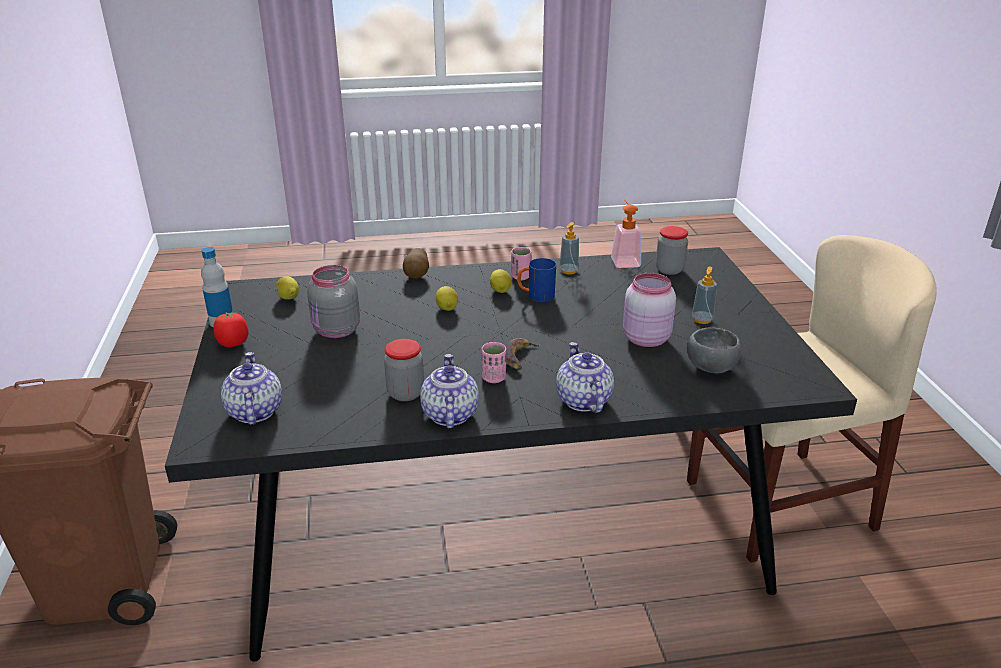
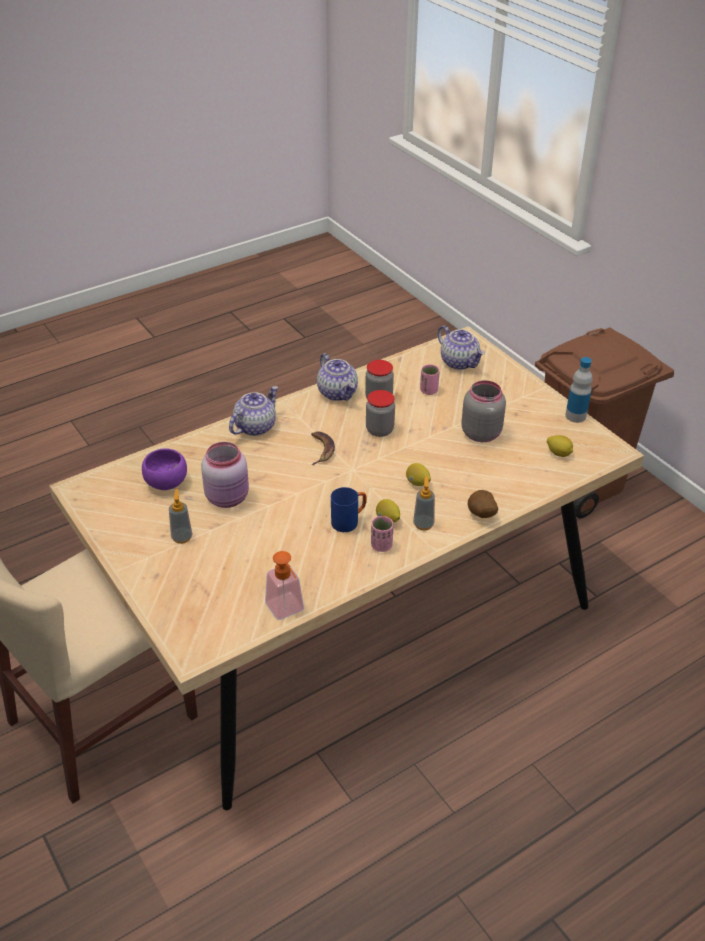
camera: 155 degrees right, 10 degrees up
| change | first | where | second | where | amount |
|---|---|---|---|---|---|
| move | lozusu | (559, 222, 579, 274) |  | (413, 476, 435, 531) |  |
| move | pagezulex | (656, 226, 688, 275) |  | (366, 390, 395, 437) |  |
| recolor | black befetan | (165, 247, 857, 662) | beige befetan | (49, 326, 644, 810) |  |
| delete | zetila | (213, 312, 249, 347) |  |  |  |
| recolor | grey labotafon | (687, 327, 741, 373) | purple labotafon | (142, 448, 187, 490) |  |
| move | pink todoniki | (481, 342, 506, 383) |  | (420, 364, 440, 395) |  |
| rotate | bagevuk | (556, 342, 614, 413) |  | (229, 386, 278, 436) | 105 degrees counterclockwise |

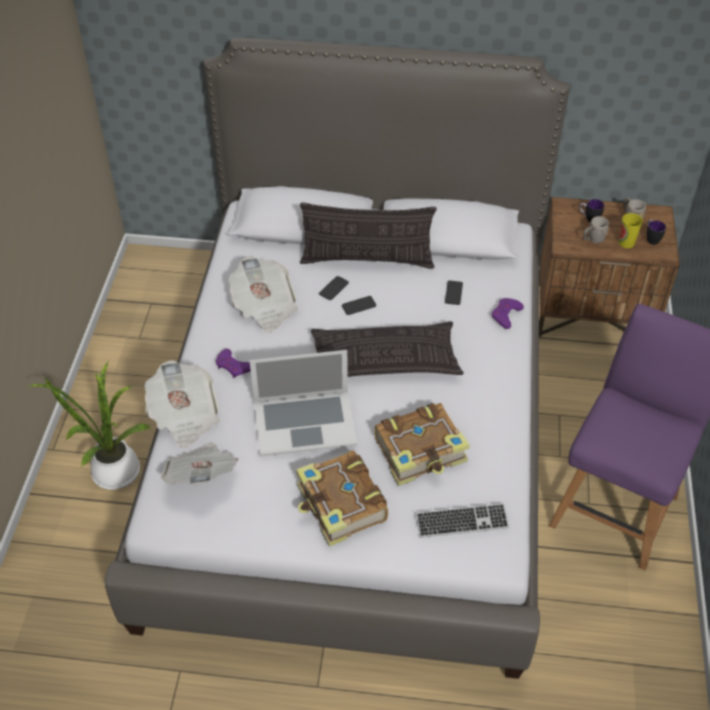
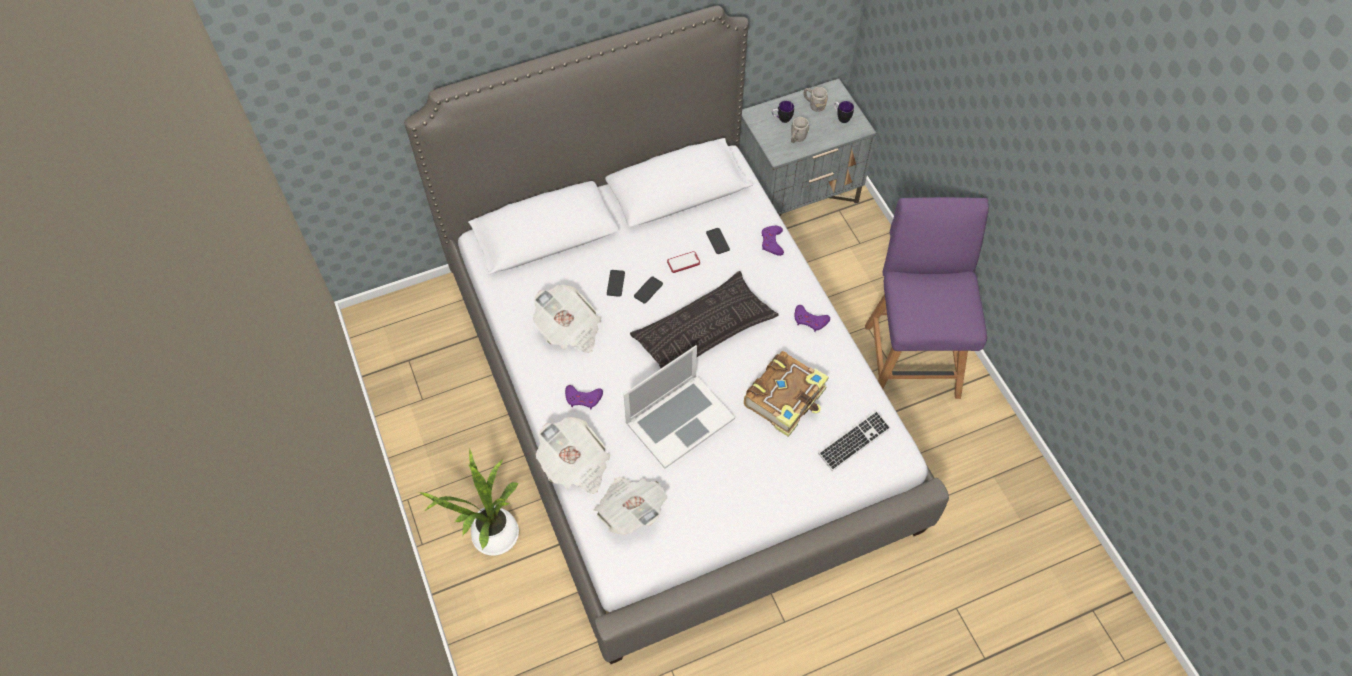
camera: 30 degrees left, 10 degrees up
| change | first | where | second | where | amount |
|---|---|---|---|---|---|
| recolor | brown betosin | (539, 197, 680, 337) | grey betosin | (739, 79, 876, 216) |  |
| delete | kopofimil | (300, 202, 437, 269) |  |  |  |
| delete | todoniki | (619, 213, 643, 248) |  |  |  |
| delete | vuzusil | (296, 451, 388, 547) |  |  |  |
| insert |  |  | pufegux | (667, 251, 700, 273) |  |
| insert |  |  | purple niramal | (795, 305, 830, 332) |  |

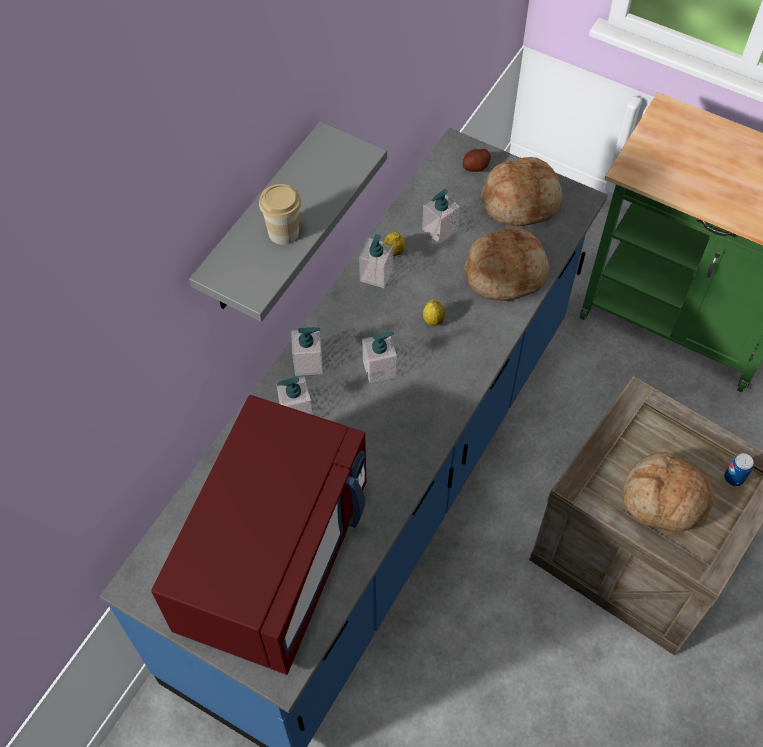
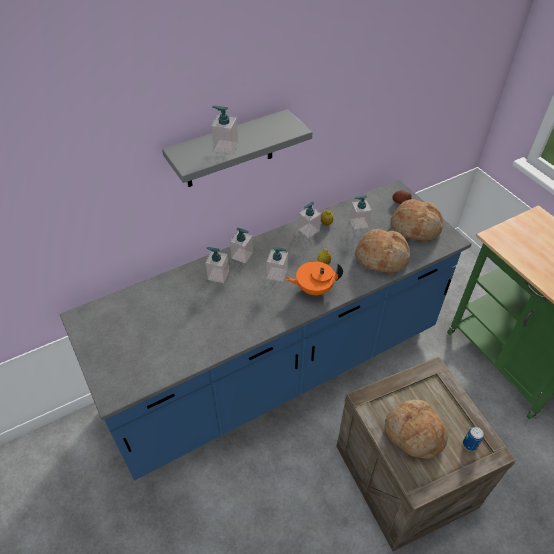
camera: 30 degrees right, 10 degrees down
| change | first | where | second | where | amount |
|---|---|---|---|---|---|
| replace | todoniki | (259, 184, 301, 245) | lozusu | (211, 106, 239, 154) |  |
| delete | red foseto | (151, 395, 366, 675) |  |  |  |
| insert |  |  | orange bagevuk | (285, 261, 343, 296) |  |

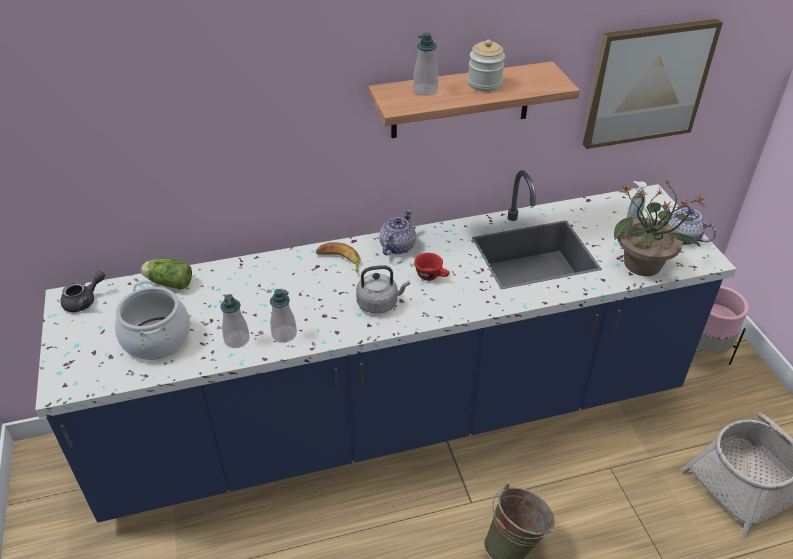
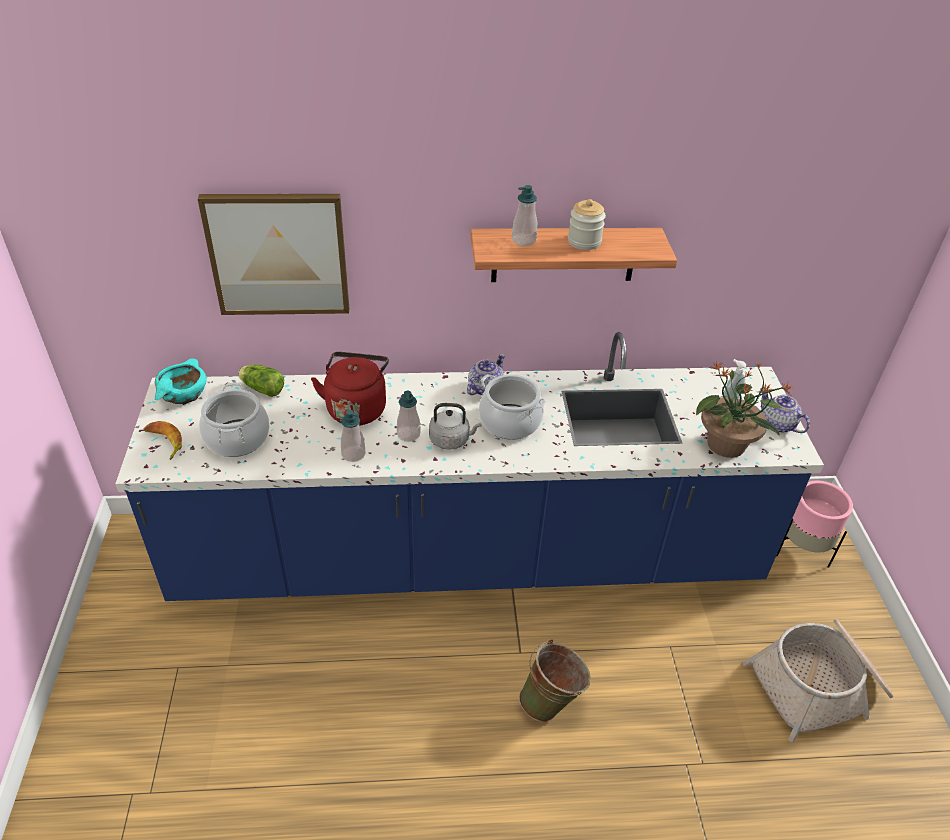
camera: 10 degrees right, 0 degrees up
| change | first | where | second | where | amount |
|---|---|---|---|---|---|
| move | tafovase | (583, 19, 723, 149) |  | (198, 194, 349, 315) |  |
| move | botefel | (315, 242, 361, 274) |  | (144, 421, 182, 460) |  |
| replace | red todoniki | (414, 253, 450, 281) | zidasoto | (479, 374, 546, 440) |  |
| replace | grey bagevuk | (61, 271, 105, 312) | turquoise labotafon | (155, 358, 207, 405) |  |
| move | lozusu | (220, 294, 250, 348) |  | (397, 390, 421, 442) |  |
| insert |  |  | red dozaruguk | (311, 352, 389, 426) |  |

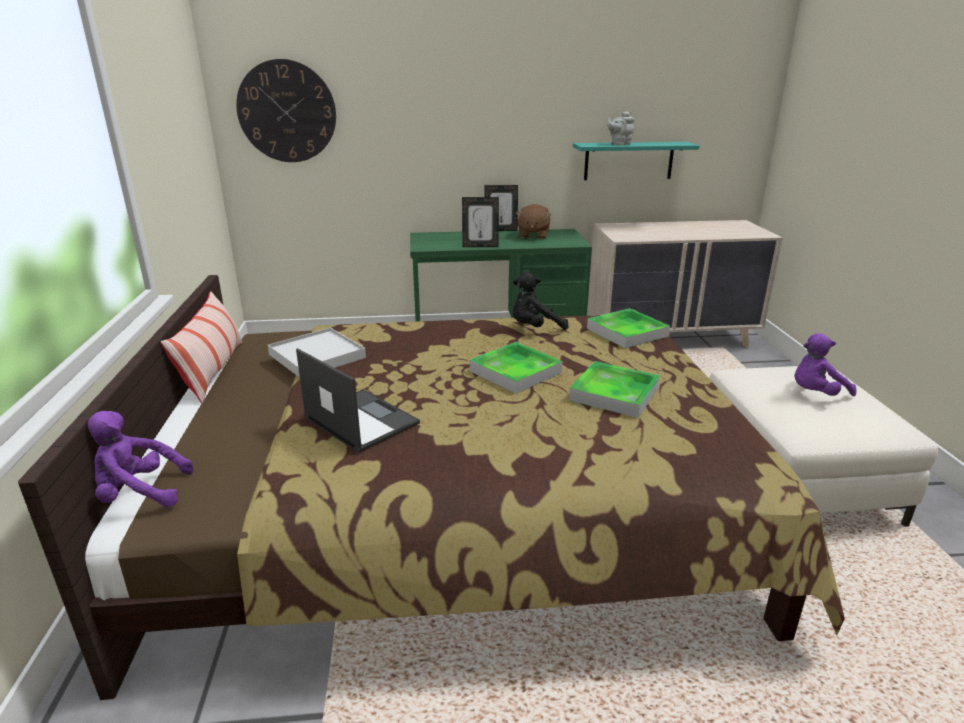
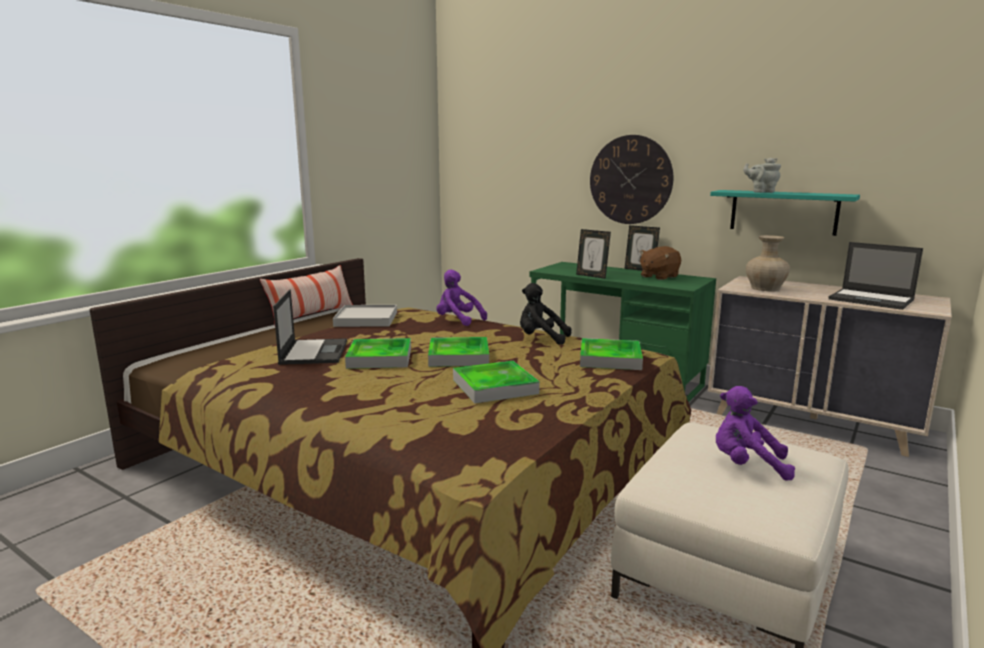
camera: 40 degrees right, 10 degrees down
| change | first | where | second | where | amount |
|---|---|---|---|---|---|
| move | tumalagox | (236, 59, 336, 162) |  | (590, 135, 673, 224) |  |
| move | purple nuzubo | (88, 411, 193, 507) |  | (436, 269, 487, 326) |  |
| insert |  |  | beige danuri | (746, 235, 790, 291) |  |
| insert |  |  | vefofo | (828, 242, 923, 310) |  |
| insert |  |  | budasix | (345, 338, 411, 369) |  |

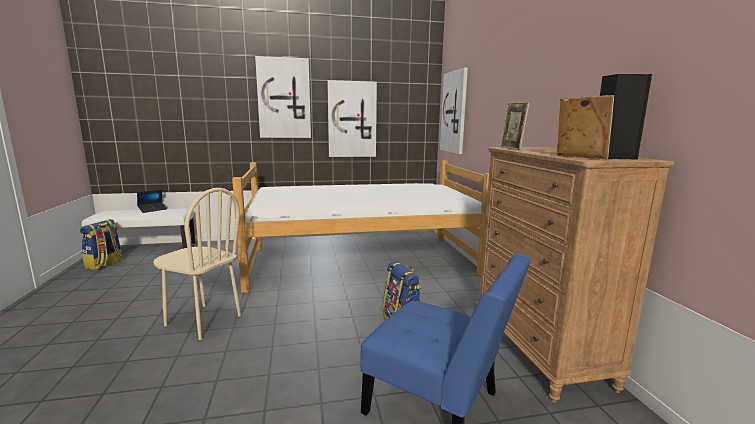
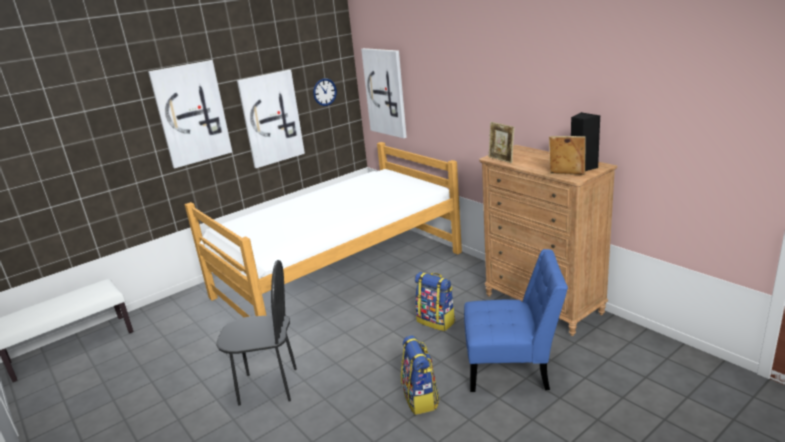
camera: 25 degrees left, 10 degrees up
| change | first | where | second | where | amount |
|---|---|---|---|---|---|
| recolor | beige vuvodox | (153, 188, 241, 340) | black vuvodox | (216, 260, 297, 406) |  |
| delete | vefofo | (137, 190, 167, 213) |  |  |  |
| move | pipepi | (80, 219, 123, 270) |  | (401, 335, 440, 415) |  |
| insert |  |  | tumalagox | (313, 78, 337, 106) |  |

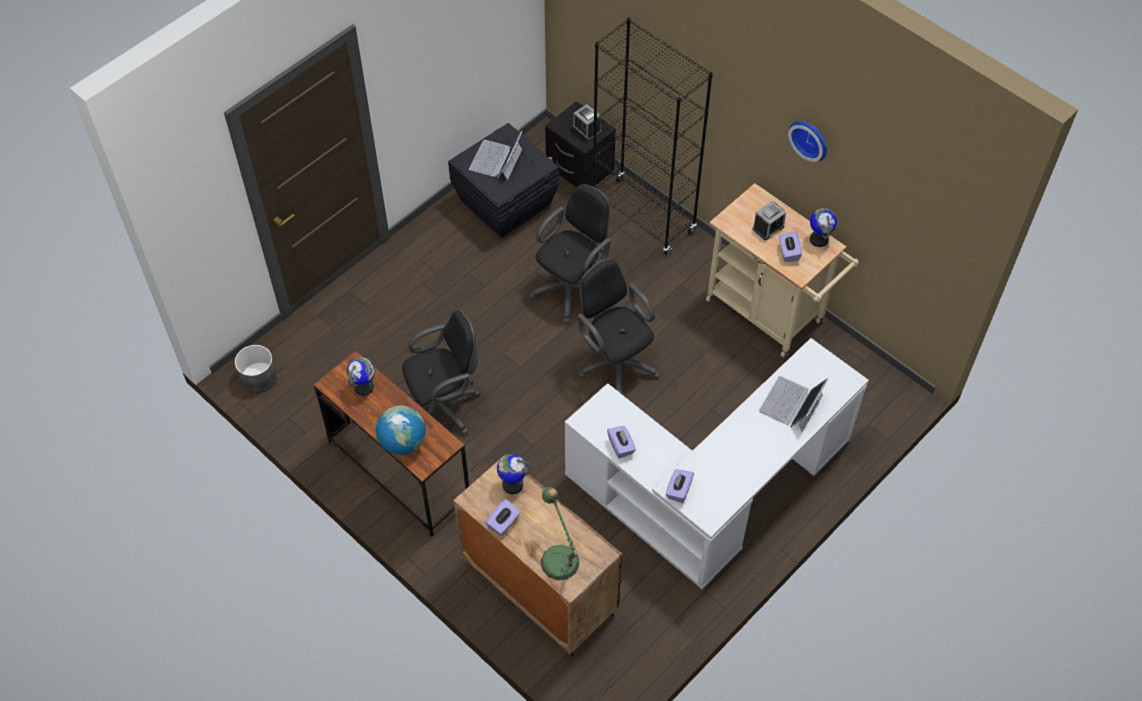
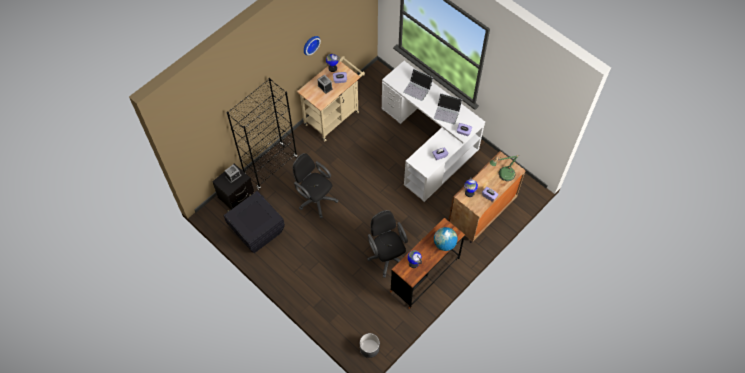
camera: 90 degrees left, 5 degrees up
| change | first | where | second | where | amount |
|---|---|---|---|---|---|
| move | vefofo | (469, 131, 522, 180) |  | (434, 93, 462, 124) |  |
| delete | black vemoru | (578, 259, 660, 394) |  |  |  |

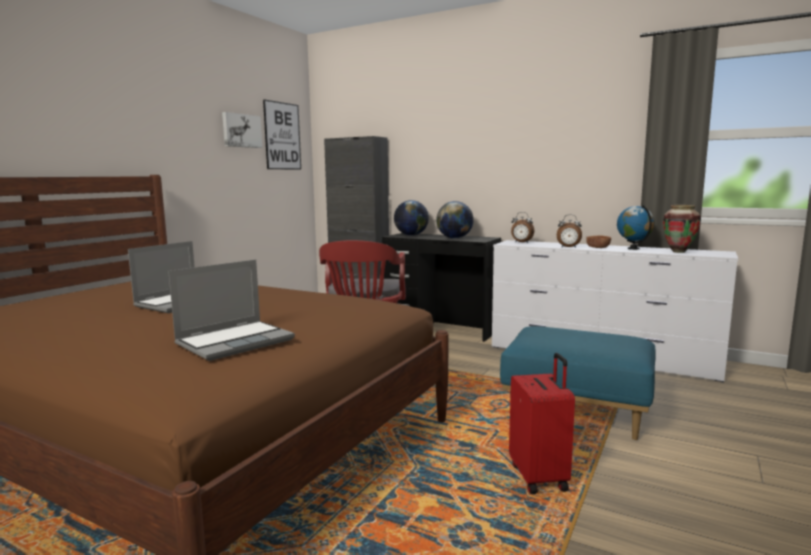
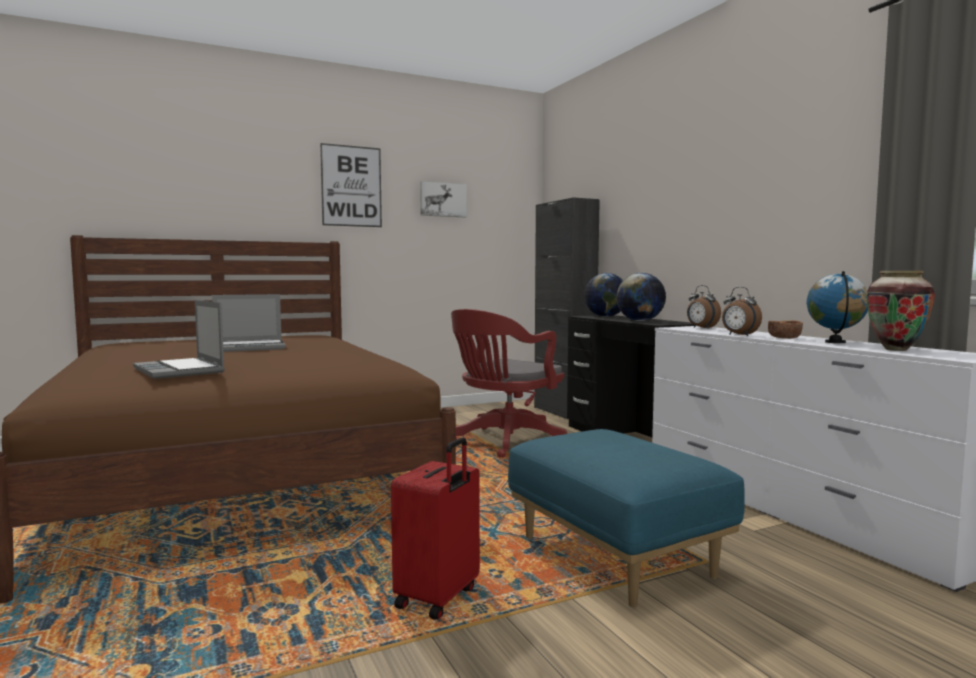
camera: 35 degrees right, 5 degrees down
| change | first | where | second | where | amount |
|---|---|---|---|---|---|
| move | tafovase | (263, 99, 301, 170) |  | (320, 143, 382, 227) |  |
| rotate | vefofo | (168, 260, 295, 361) |  | (133, 300, 225, 379) | 60 degrees clockwise |

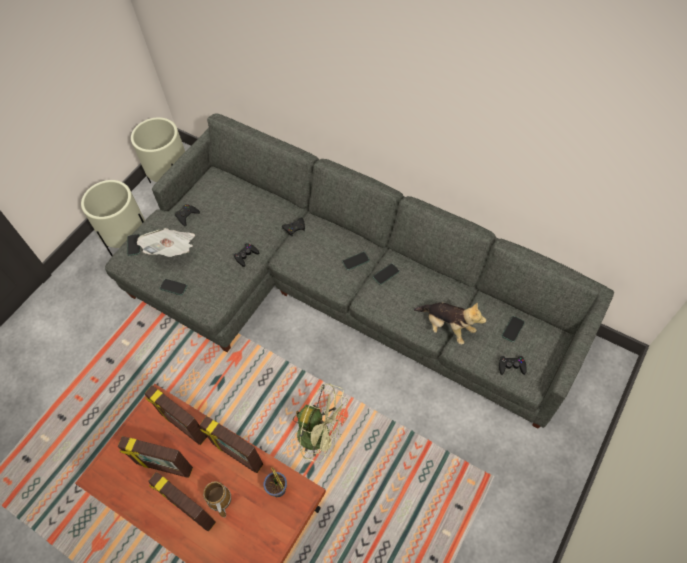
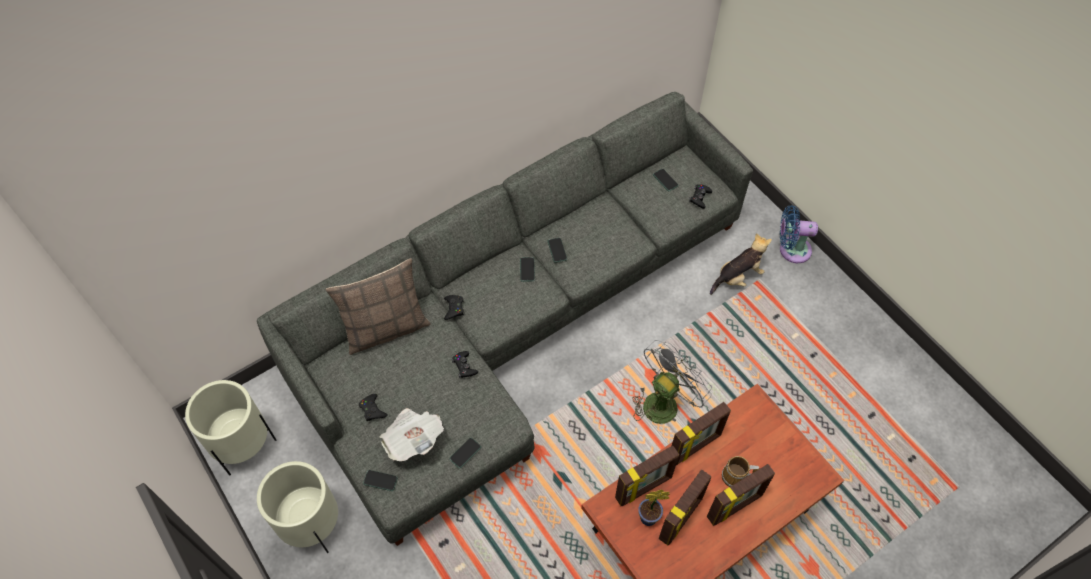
camera: 70 degrees left, 0 degrees up
| change | first | where | second | where | amount |
|---|---|---|---|---|---|
| move | nuzubo | (414, 303, 486, 345) |  | (710, 233, 772, 295) |  |
| recolor | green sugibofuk | (293, 384, 348, 463) | grey sugibofuk | (632, 340, 712, 424) |  |
| move | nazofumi | (263, 466, 287, 497) |  | (638, 490, 670, 526) |  |
| insert |  |  | blue sugibofuk | (780, 205, 818, 263) |  |
| insert |  |  | kopofimil | (325, 258, 431, 355) |  |

